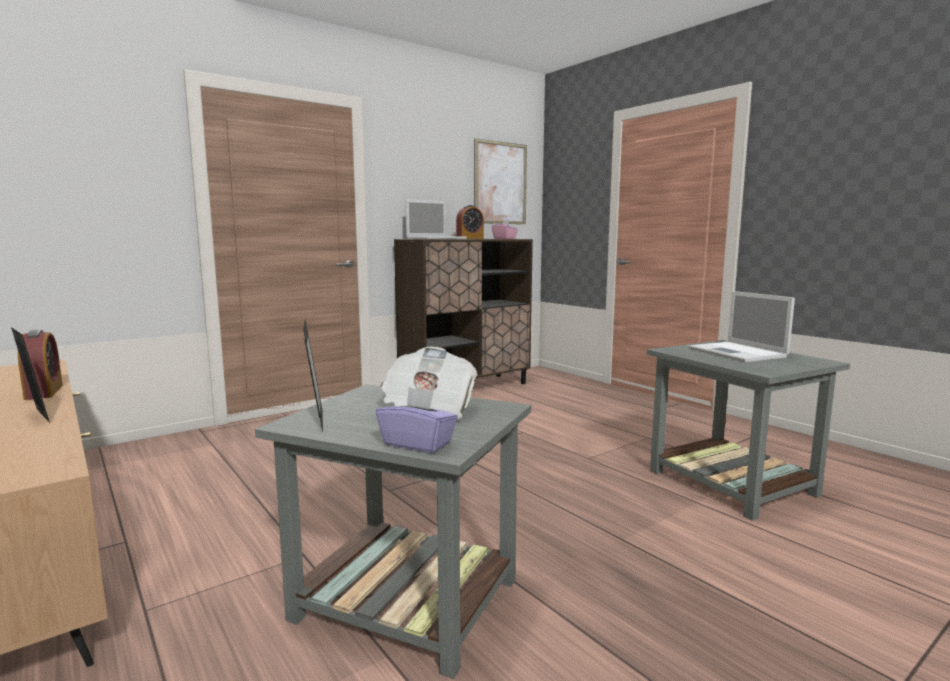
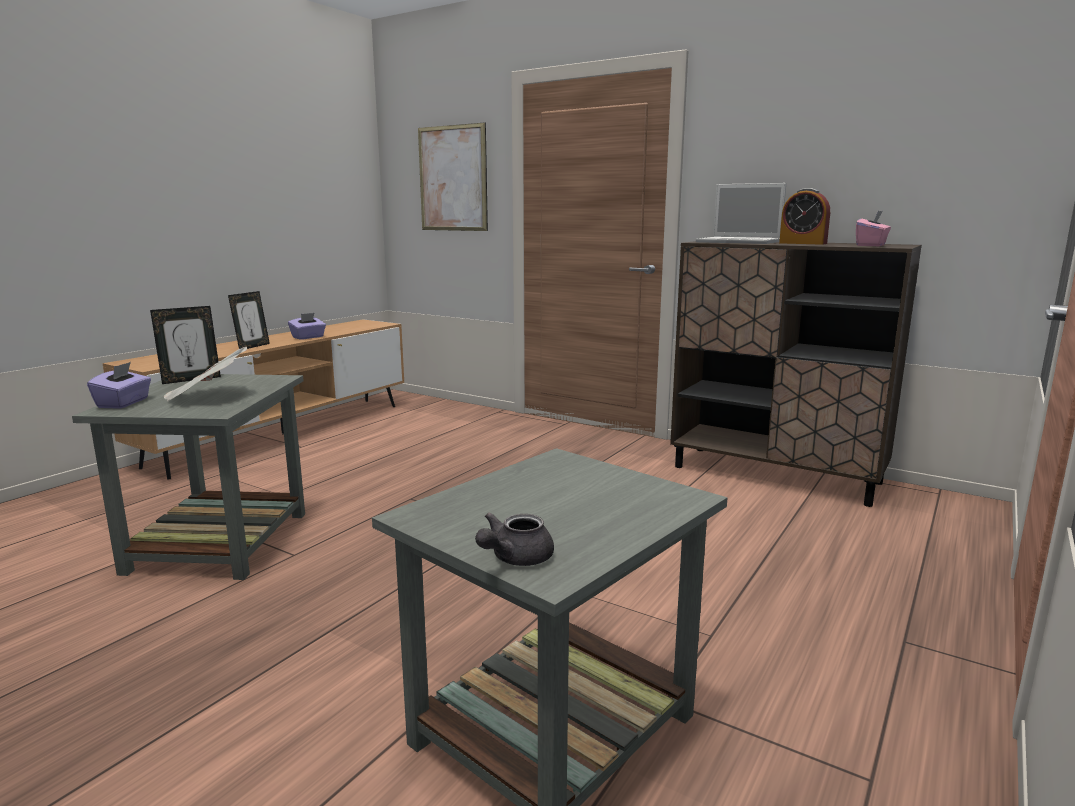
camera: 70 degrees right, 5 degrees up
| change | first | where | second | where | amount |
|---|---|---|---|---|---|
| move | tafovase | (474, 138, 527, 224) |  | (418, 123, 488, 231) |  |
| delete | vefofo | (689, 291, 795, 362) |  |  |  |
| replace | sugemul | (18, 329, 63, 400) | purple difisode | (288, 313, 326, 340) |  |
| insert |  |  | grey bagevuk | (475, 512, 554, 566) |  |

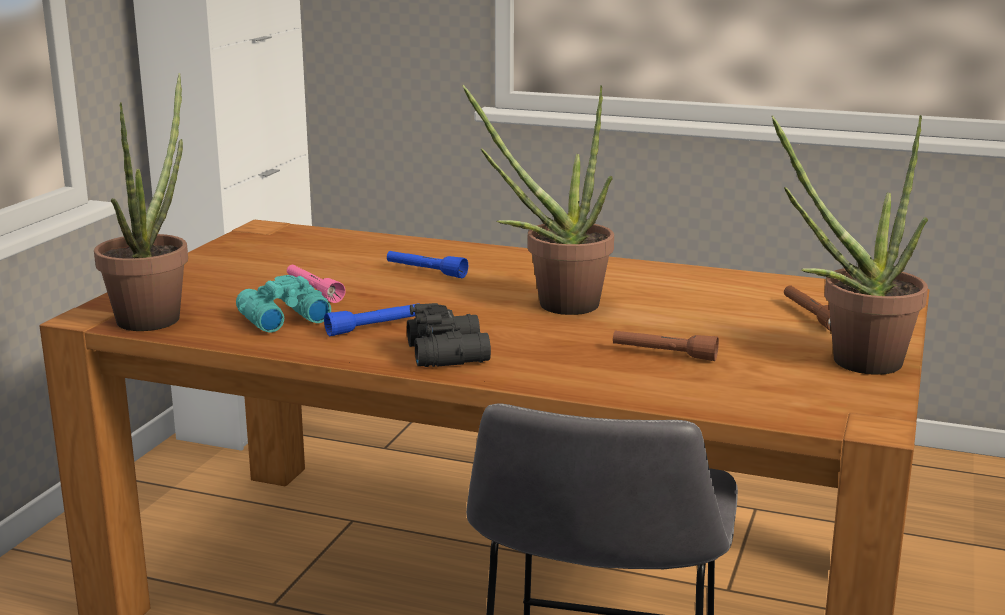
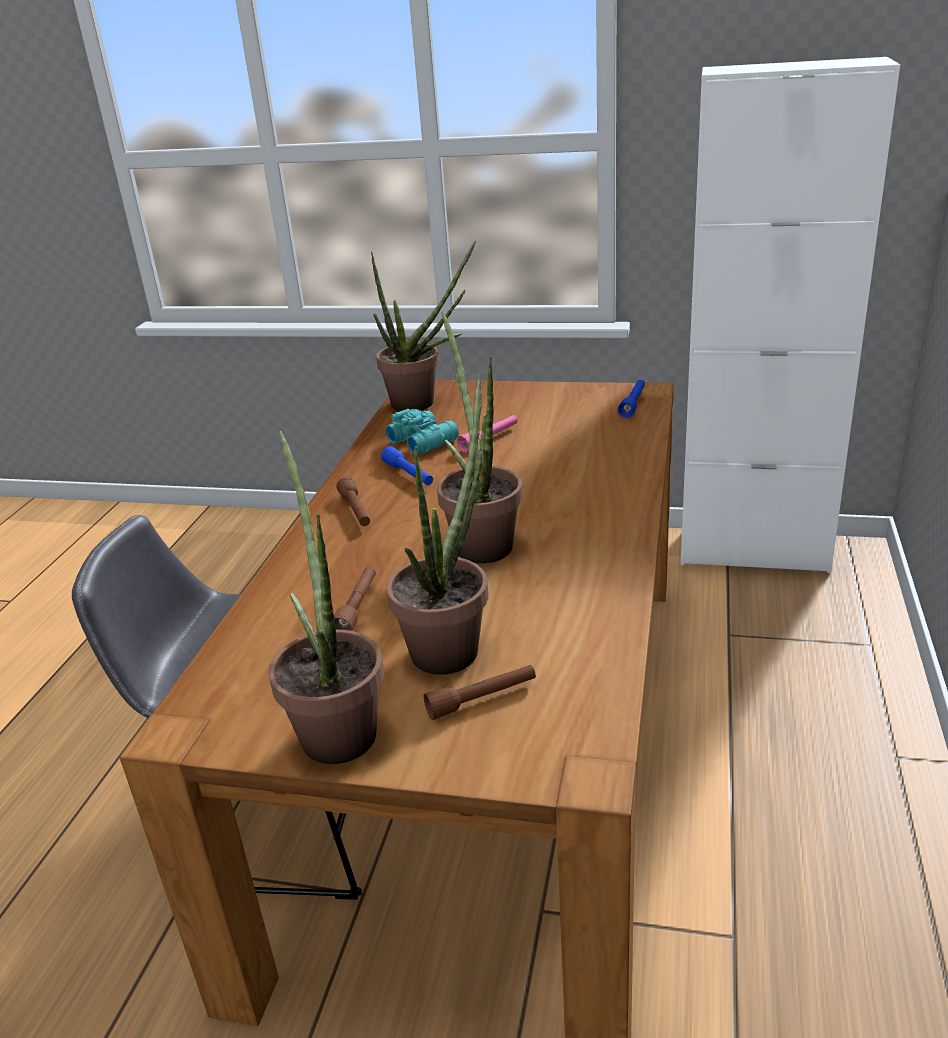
camera: 85 degrees right, 10 degrees up
| change | first | where | second | where | amount |
|---|---|---|---|---|---|
| move | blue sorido | (387, 251, 468, 278) |  | (618, 380, 645, 418) |  |
| replace | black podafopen | (407, 303, 491, 367) | brown sorido | (337, 477, 370, 526) |  |
| insert |  |  | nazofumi | (387, 374, 488, 675) |  |

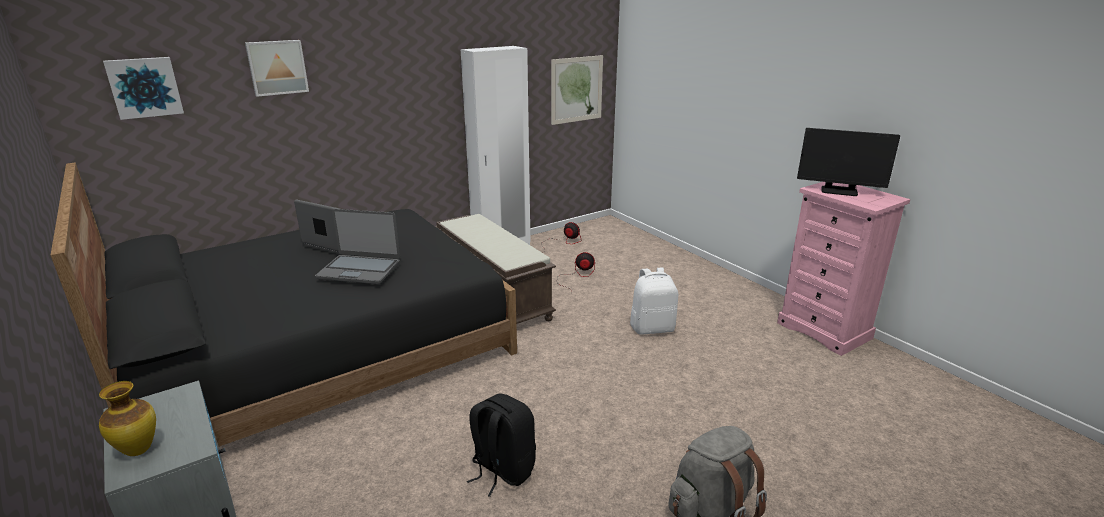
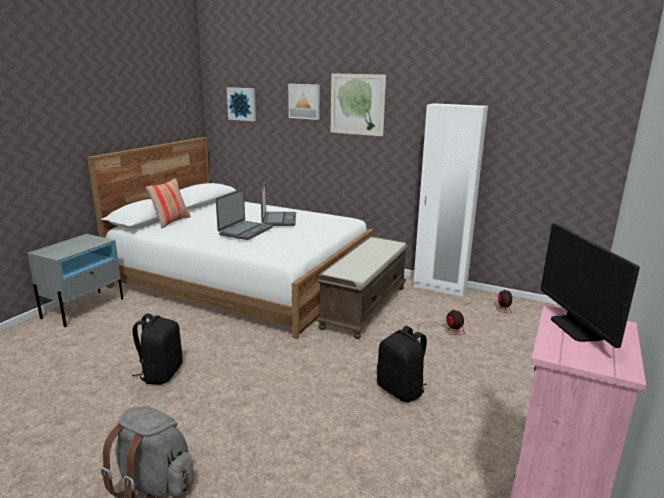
camera: 60 degrees right, 5 degrees down
| change | first | where | second | where | amount |
|---|---|---|---|---|---|
| move | tafovase | (551, 55, 603, 125) |  | (331, 73, 386, 136) |  |
| recolor | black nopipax | (50, 163, 517, 447) | white nopipax | (87, 137, 373, 339) |  |
| rotate | vefofo | (315, 209, 400, 284) |  | (216, 189, 272, 240) | 135 degrees counterclockwise |
| recolor | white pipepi | (630, 268, 678, 335) | black pipepi | (377, 326, 427, 402) |  |
| delete | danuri | (99, 381, 156, 456) |  |  |  |
| insert |  |  | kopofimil | (146, 178, 191, 228) |  |

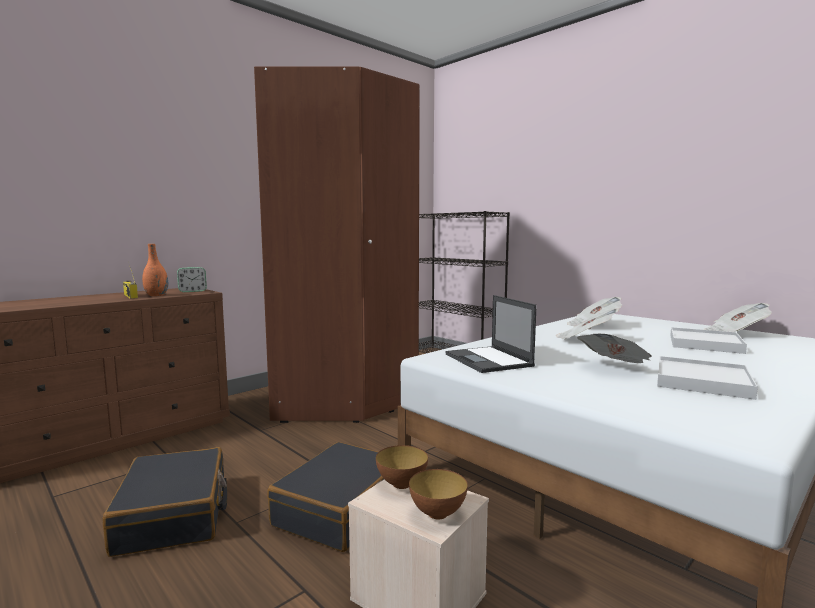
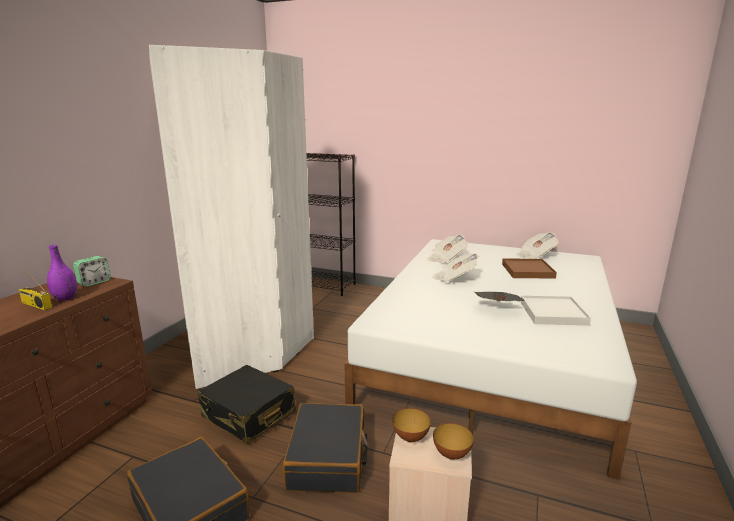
camera: 25 degrees left, 10 degrees up
| change | first | where | second | where | amount |
|---|---|---|---|---|---|
| recolor | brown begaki | (254, 67, 420, 423) | white begaki | (149, 45, 314, 389) |  |
| recolor | orange danuri | (142, 244, 168, 296) | purple danuri | (47, 245, 78, 301) |  |
| delete | vefofo | (445, 295, 537, 373) |  |  |  |
| recolor | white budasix | (670, 327, 747, 354) | brown budasix | (502, 259, 557, 278) |  |
| insert |  |  | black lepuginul | (197, 365, 296, 445) |  |

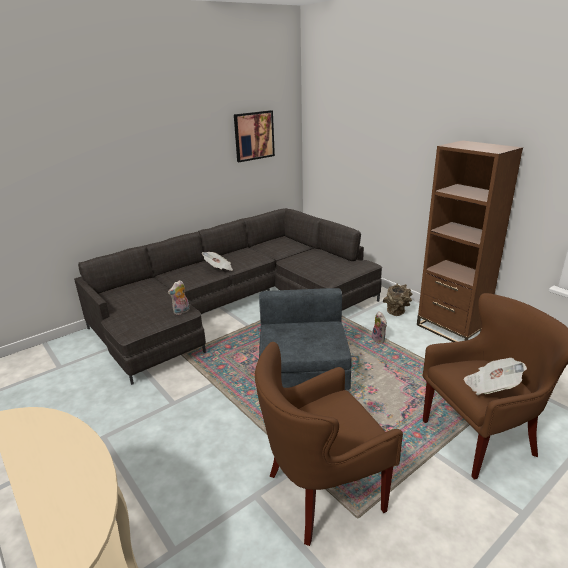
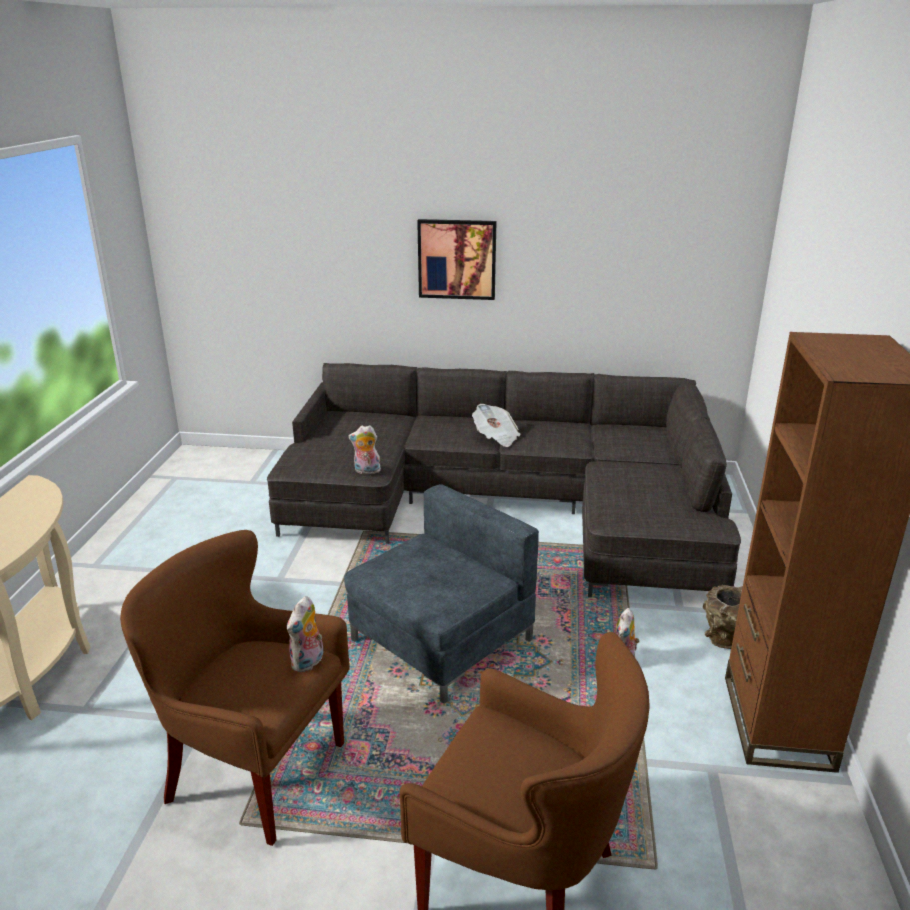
camera: 45 degrees right, 0 degrees up
| change | first | where | second | where | amount |
|---|---|---|---|---|---|
| move | tafovase | (234, 110, 275, 162) |  | (417, 219, 497, 300) |  |
| delete | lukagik | (464, 358, 527, 395) |  |  |  |
| insert |  |  | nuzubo | (287, 596, 323, 672) |  |

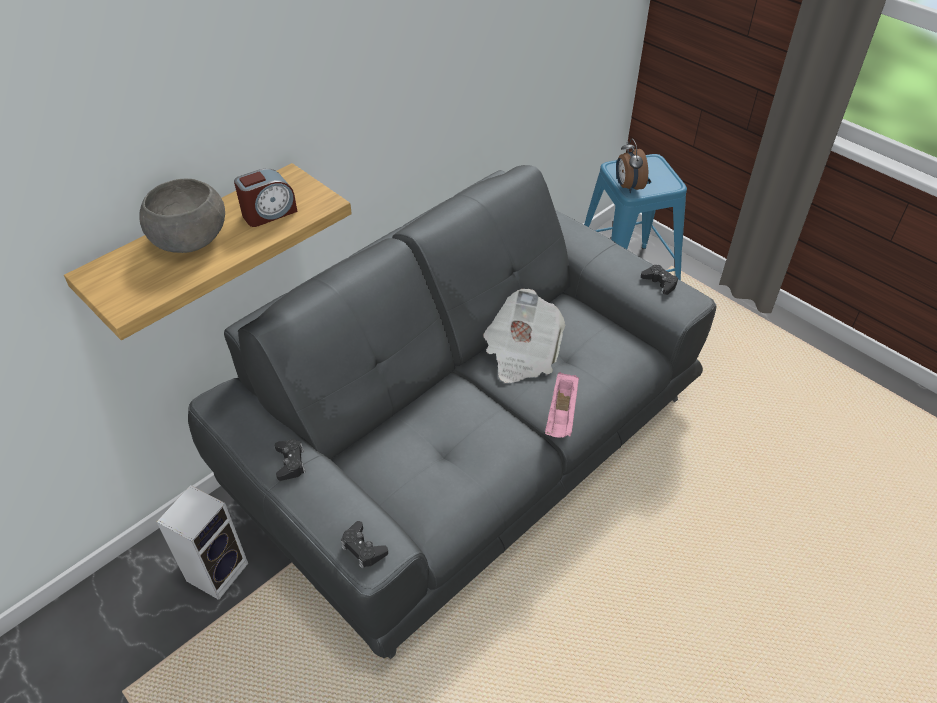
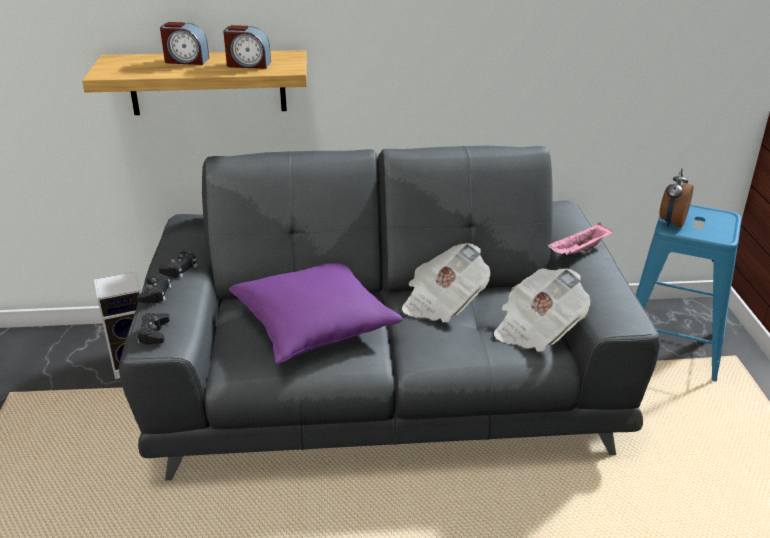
camera: 40 degrees right, 15 degrees down
| change | first | where | second | where | amount |
|---|---|---|---|---|---|
| replace | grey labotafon | (139, 179, 225, 253) | sugemul | (160, 22, 209, 65) |  |
| move | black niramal | (641, 265, 678, 295) |  | (137, 275, 171, 303) |  |
| move | pink budasix | (545, 372, 579, 437) |  | (548, 223, 613, 255) |  |
| insert |  |  | purple kopofimil | (229, 263, 403, 364) |  |
| insert |  |  | lukagik | (494, 268, 590, 352) |  |

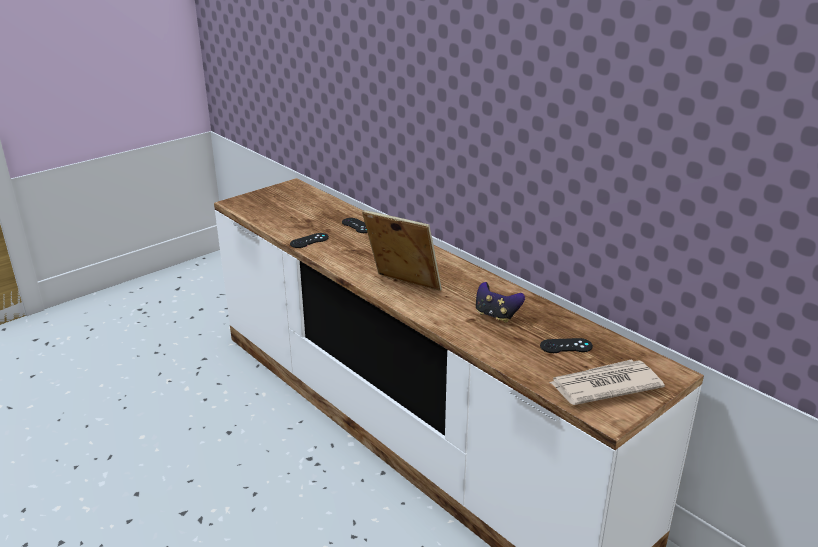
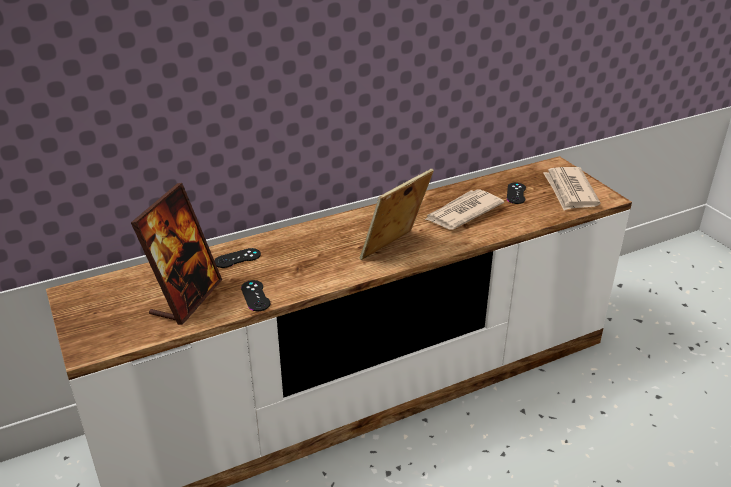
camera: 75 degrees left, 5 degrees up
| change | first | where | second | where | amount |
|---|---|---|---|---|---|
| replace | niramal | (476, 282, 525, 323) | lukagik | (425, 189, 504, 230) |  |
| insert |  |  | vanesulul | (131, 183, 222, 325) |  |

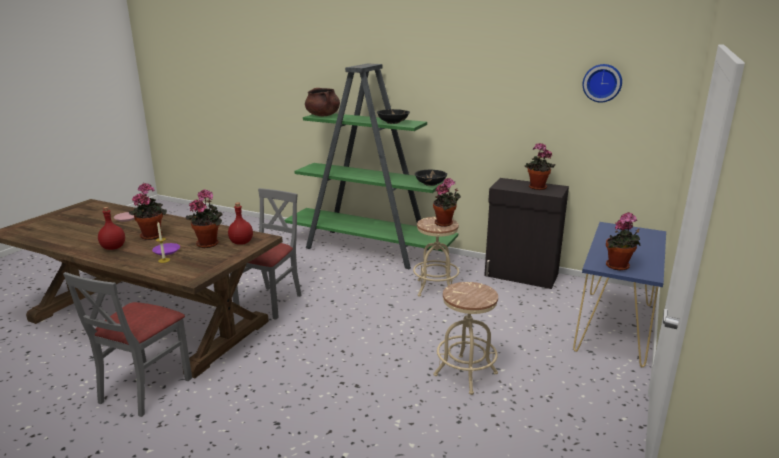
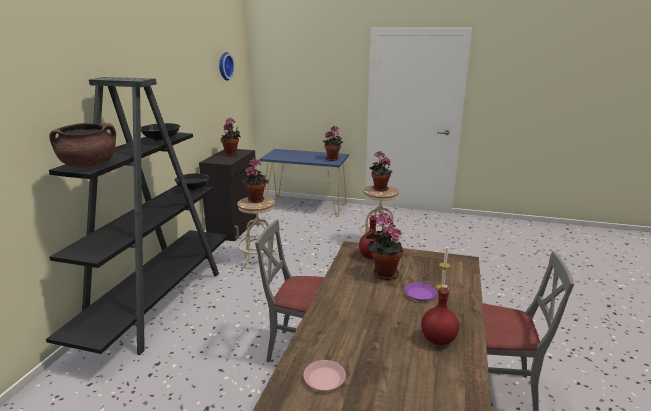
camera: 100 degrees left, 0 degrees up
| change | first | where | second | where | amount |
|---|---|---|---|---|---|
| recolor | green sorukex | (285, 63, 458, 269) | black sorukex | (46, 77, 228, 355) |  |
| move | nazofumi | (128, 183, 167, 240) |  | (369, 151, 392, 192) |  |

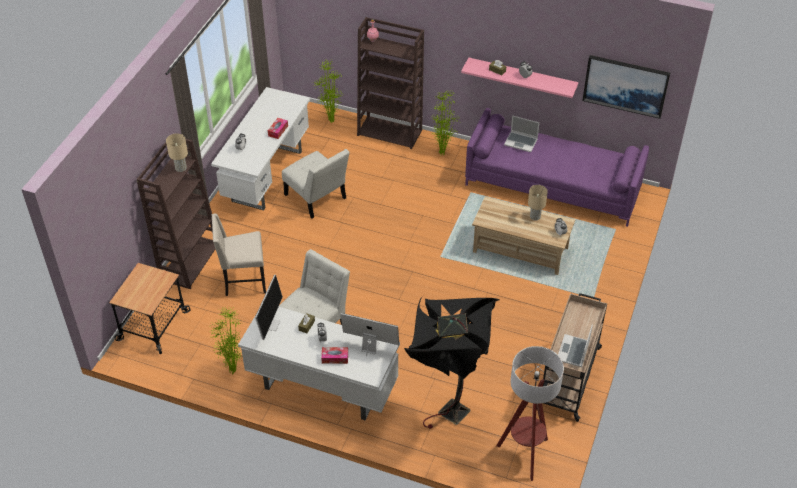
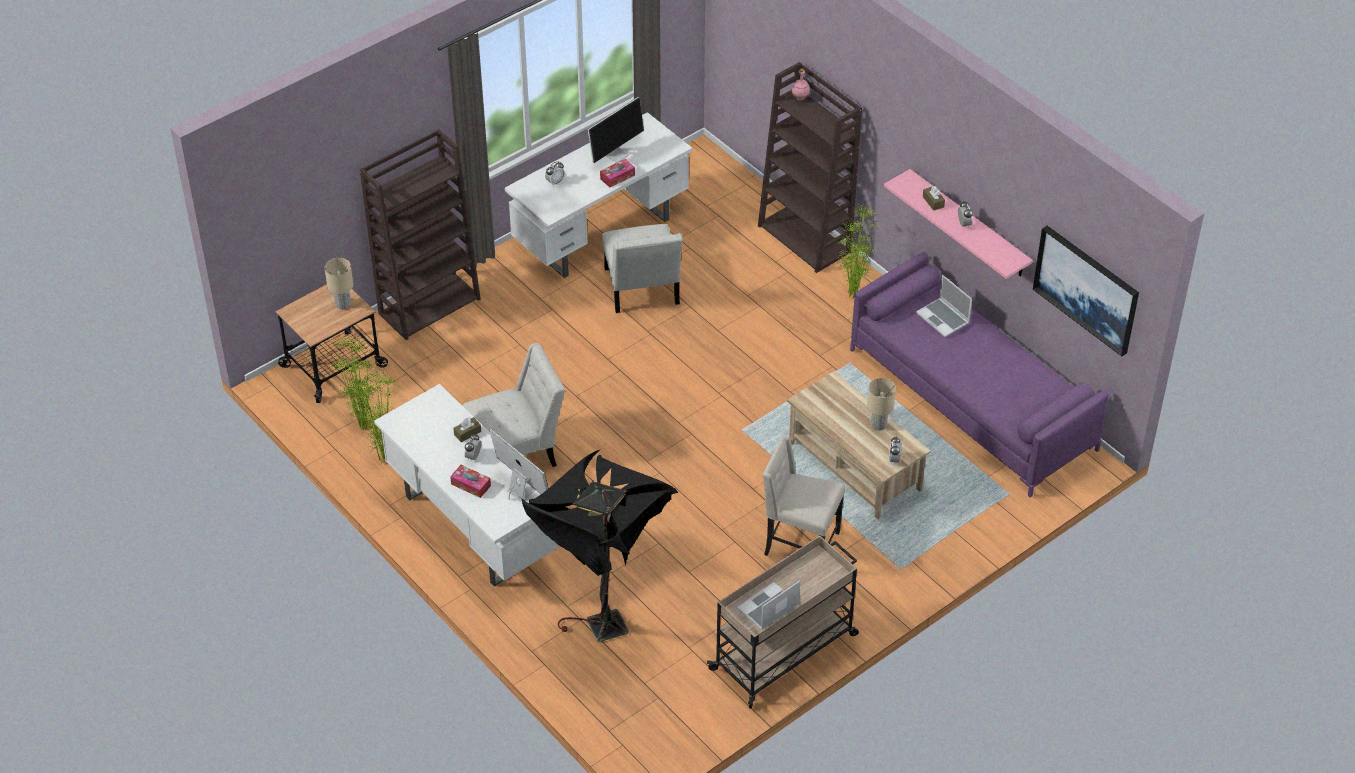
camera: 30 degrees right, 0 degrees up
| change | first | where | second | where | amount |
|---|---|---|---|---|---|
| move | nazofumi | (314, 61, 342, 122) |  | (330, 336, 377, 431) |  |
| move | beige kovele | (166, 133, 188, 172) |  | (324, 258, 353, 310) |  |
| move | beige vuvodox | (212, 214, 266, 296) |  | (763, 435, 845, 556) |  |
| move | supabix | (255, 275, 283, 340) |  | (588, 97, 644, 163) |  |
| delete | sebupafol | (496, 346, 564, 481) |  |  |  |

